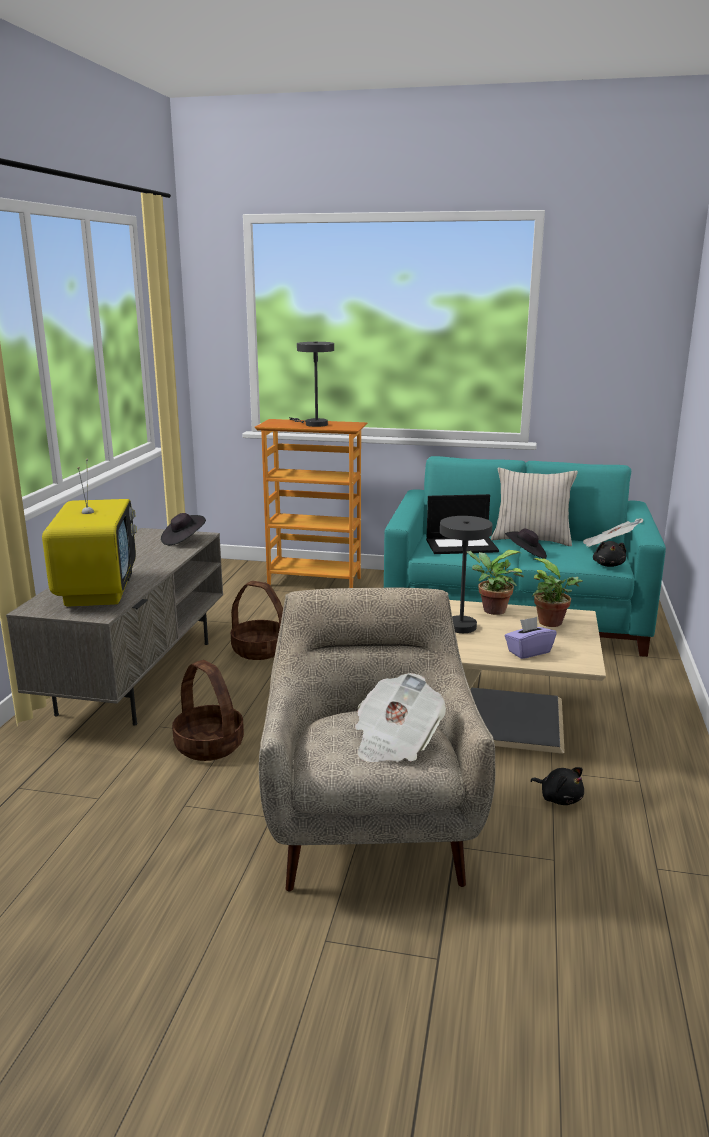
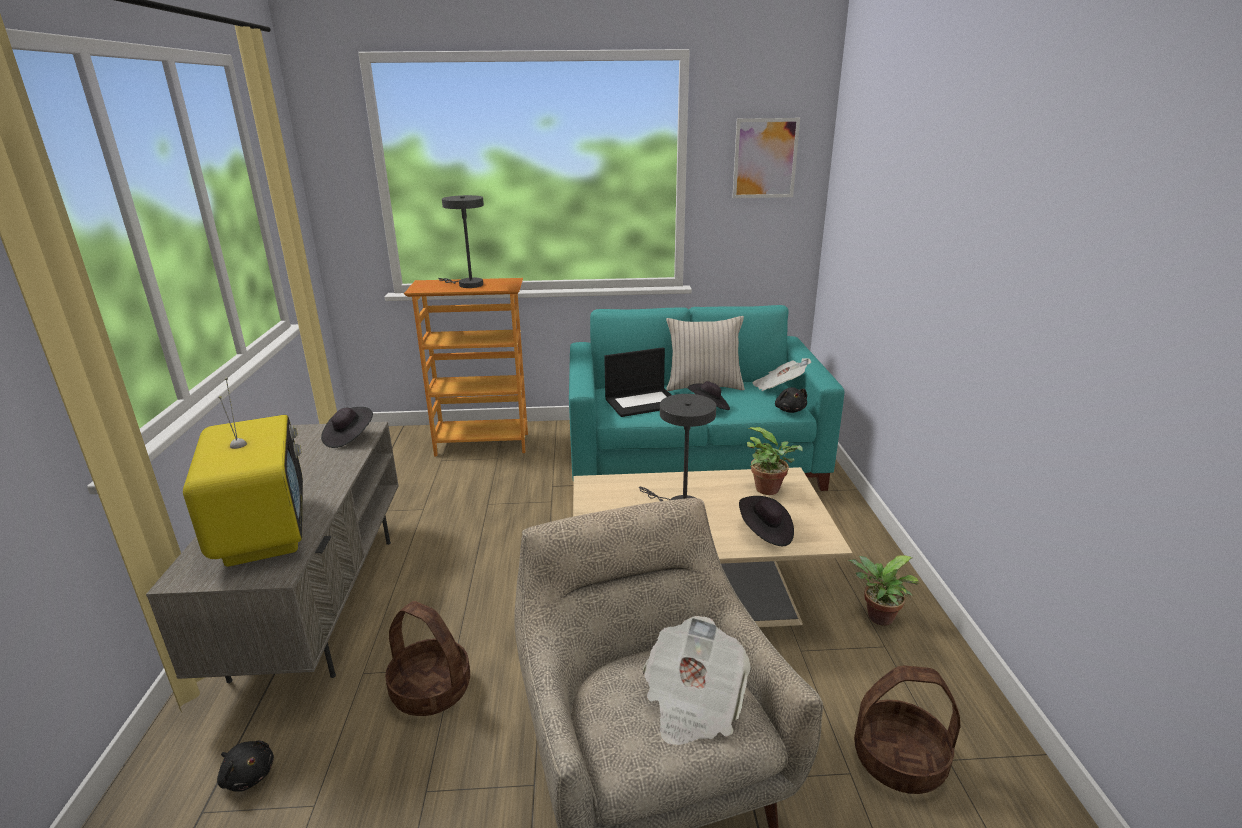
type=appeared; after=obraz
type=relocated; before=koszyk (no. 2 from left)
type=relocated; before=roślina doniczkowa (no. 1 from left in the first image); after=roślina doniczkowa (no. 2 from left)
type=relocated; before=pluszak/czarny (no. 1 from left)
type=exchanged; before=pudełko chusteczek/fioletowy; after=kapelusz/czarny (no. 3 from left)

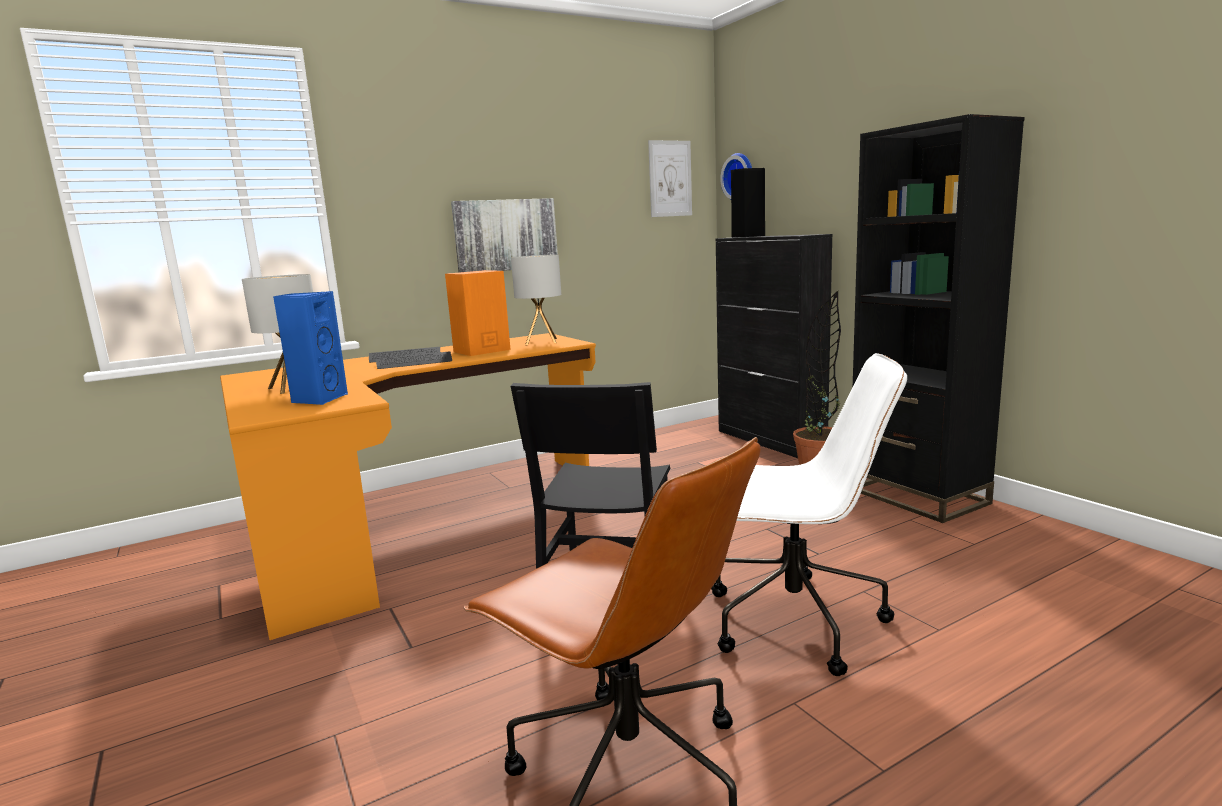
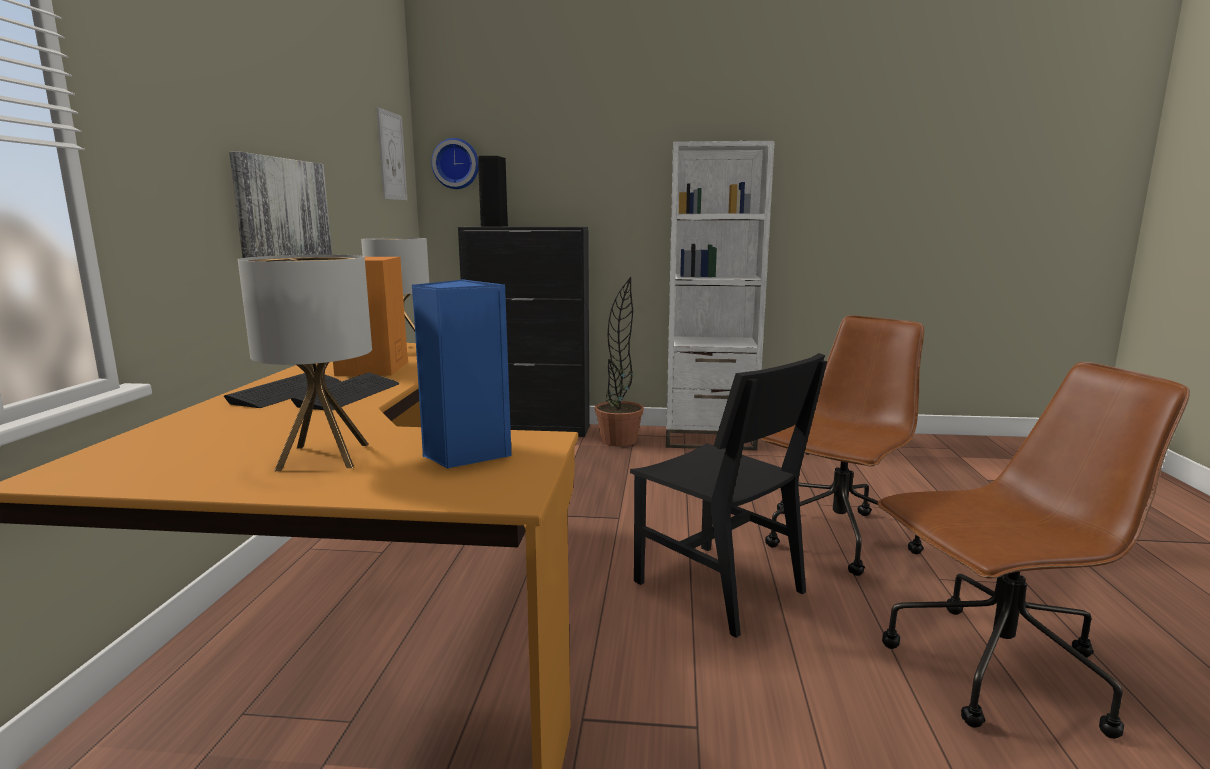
type=colour; before=krzesło biurowe/biały; after=krzesło biurowe/brązowy (no. 1 from left)
type=colour; before=regał/czarny; after=regał/biały

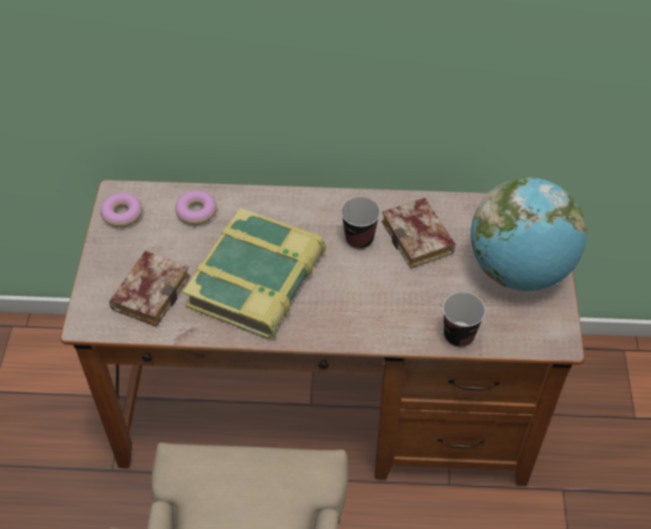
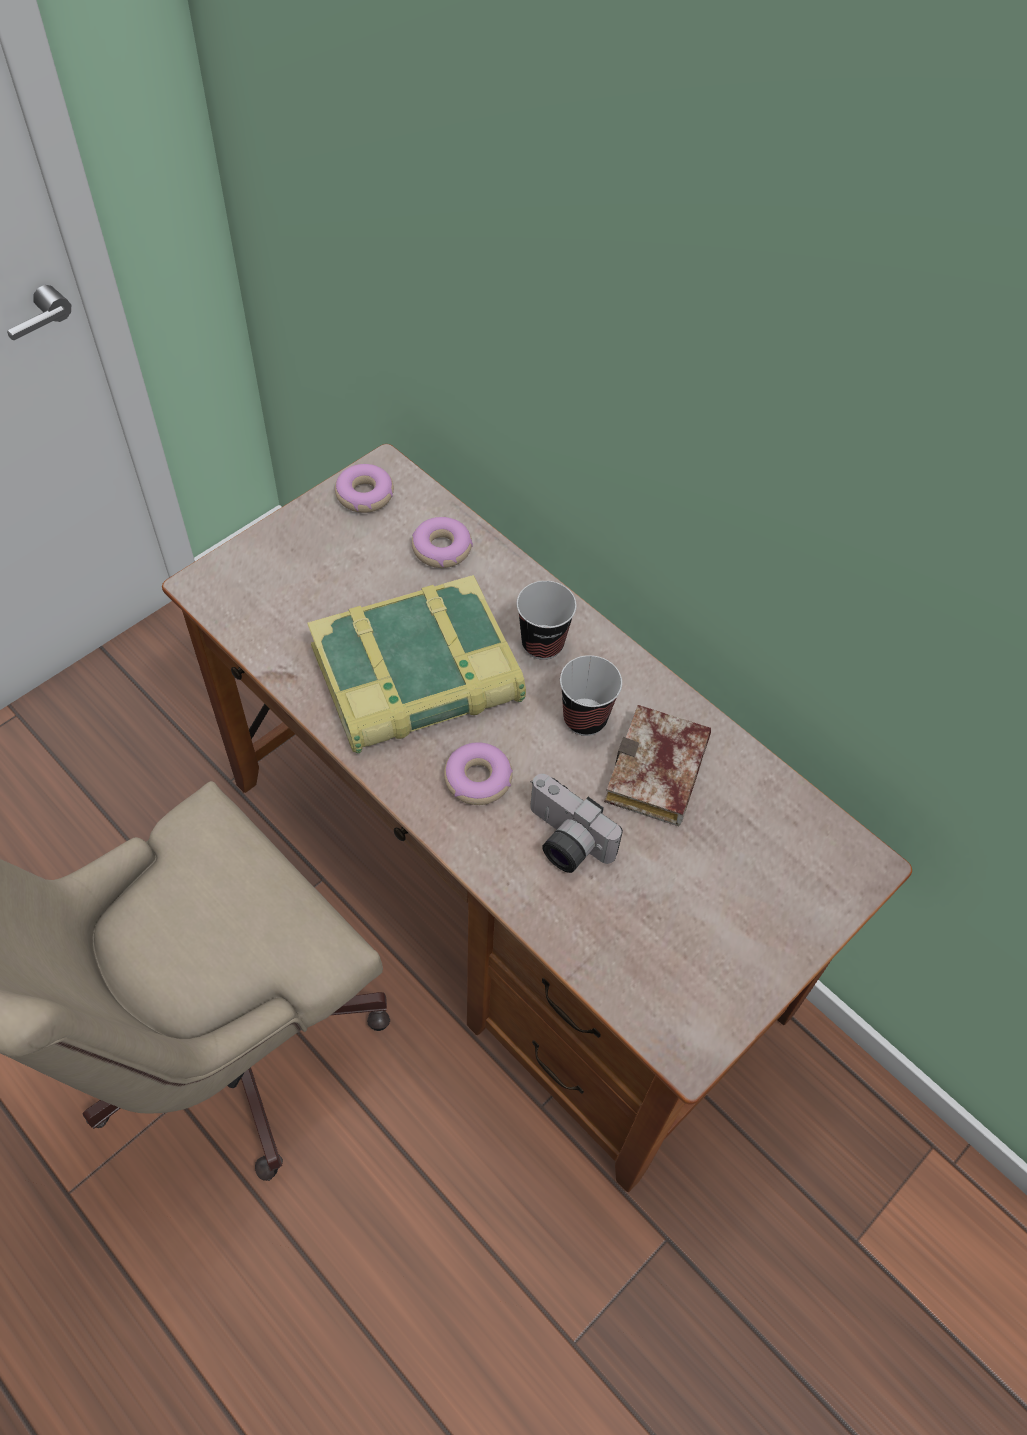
type=missing; before=książka (no. 1 from left)
type=missing; before=globus
type=appeared; after=donut (no. 3 from left)
type=appeared; after=aparat fotograficzny
type=relocated; before=filiżanka (no. 2 from left in the first image); after=filiżanka (no. 1 from left)

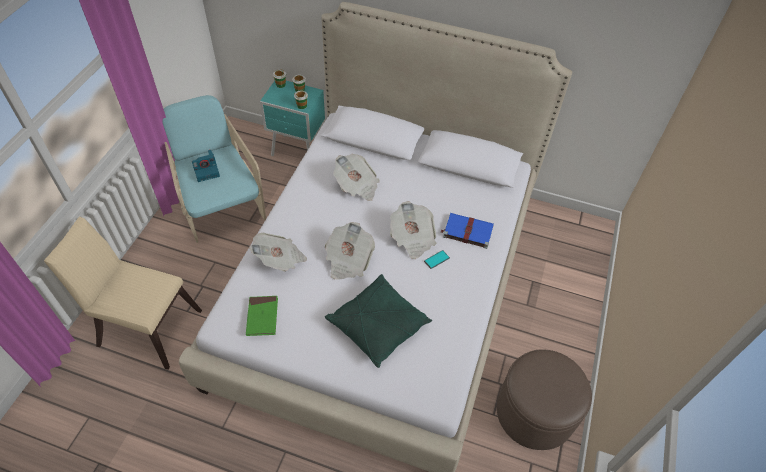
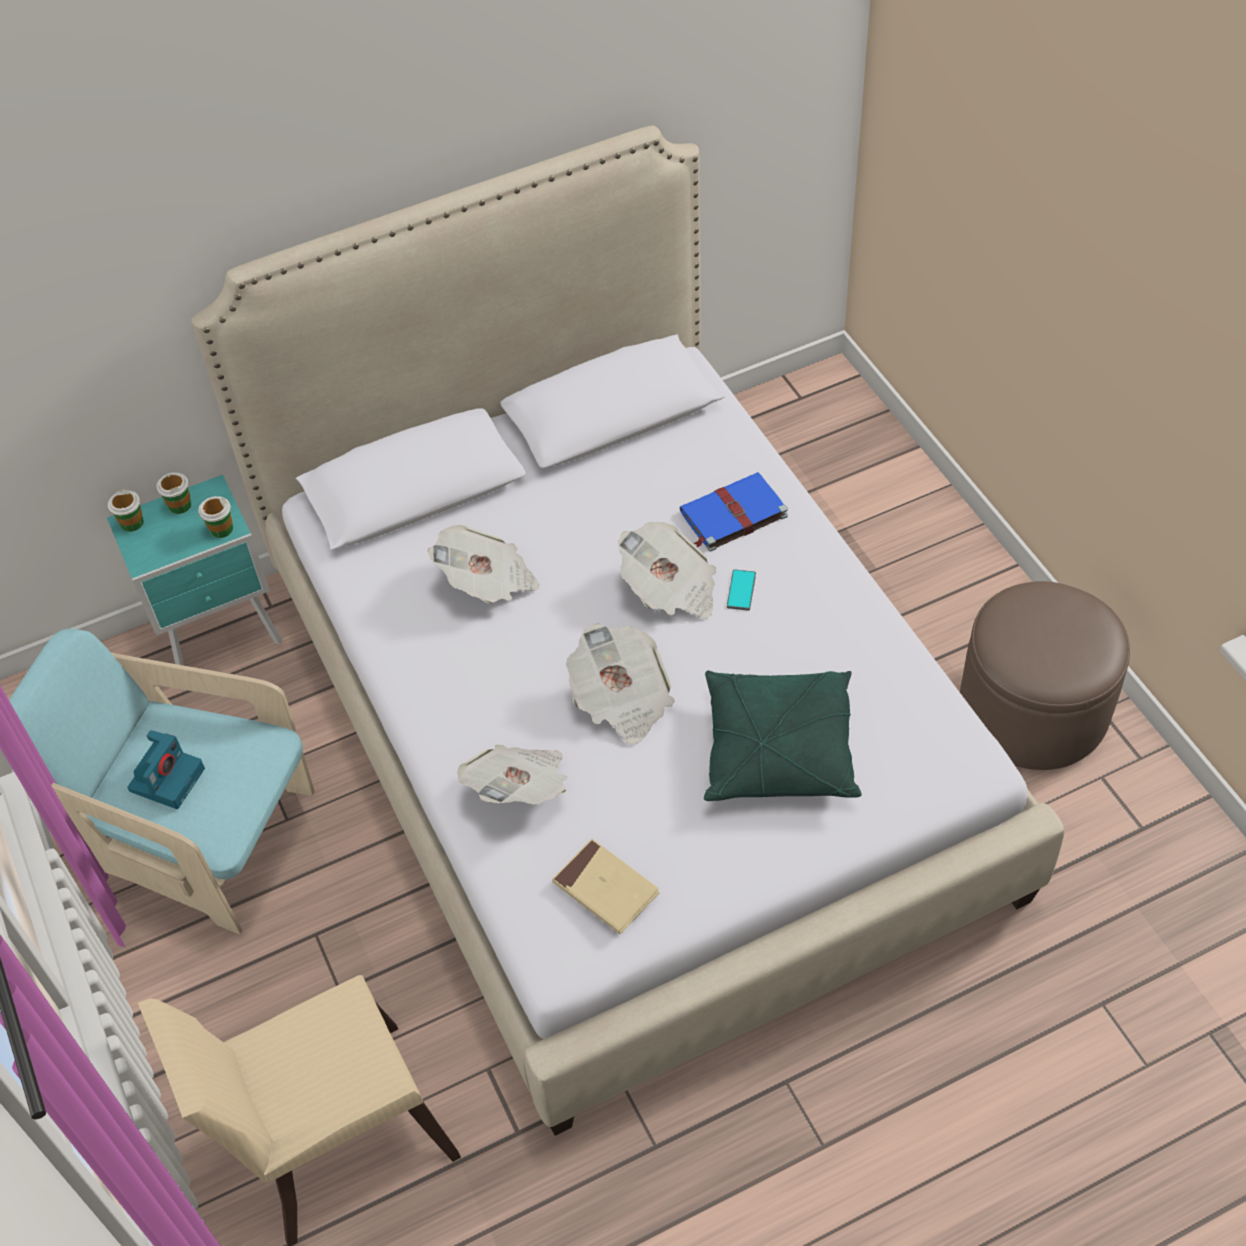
type=colour; before=książka/zielony; after=książka/beżowy

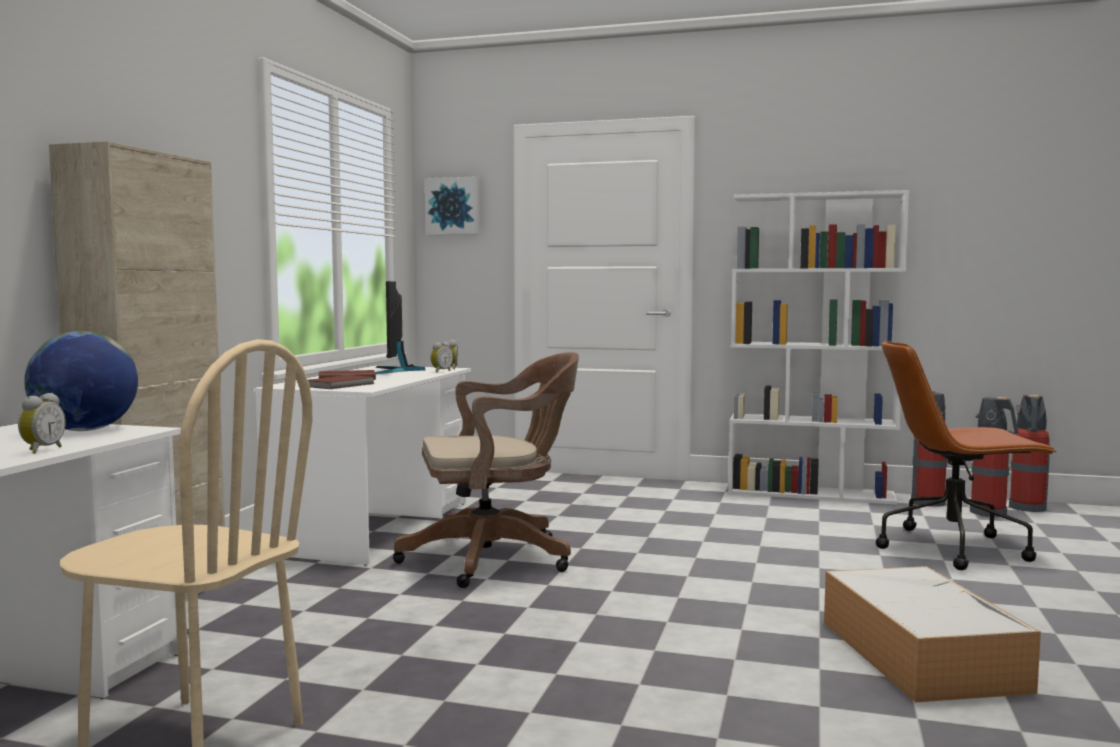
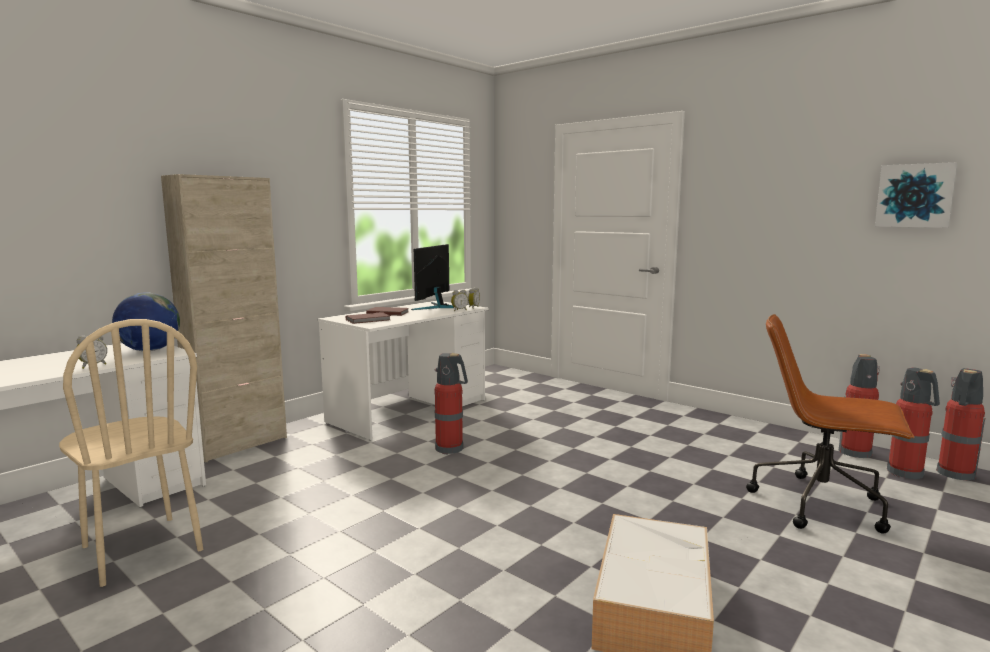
type=missing; before=regał/biały
type=relocated; before=obraz
type=exchanged; before=krzesło biurowe/brązowy (no. 1 from left); after=gaśnica (no. 1 from left)

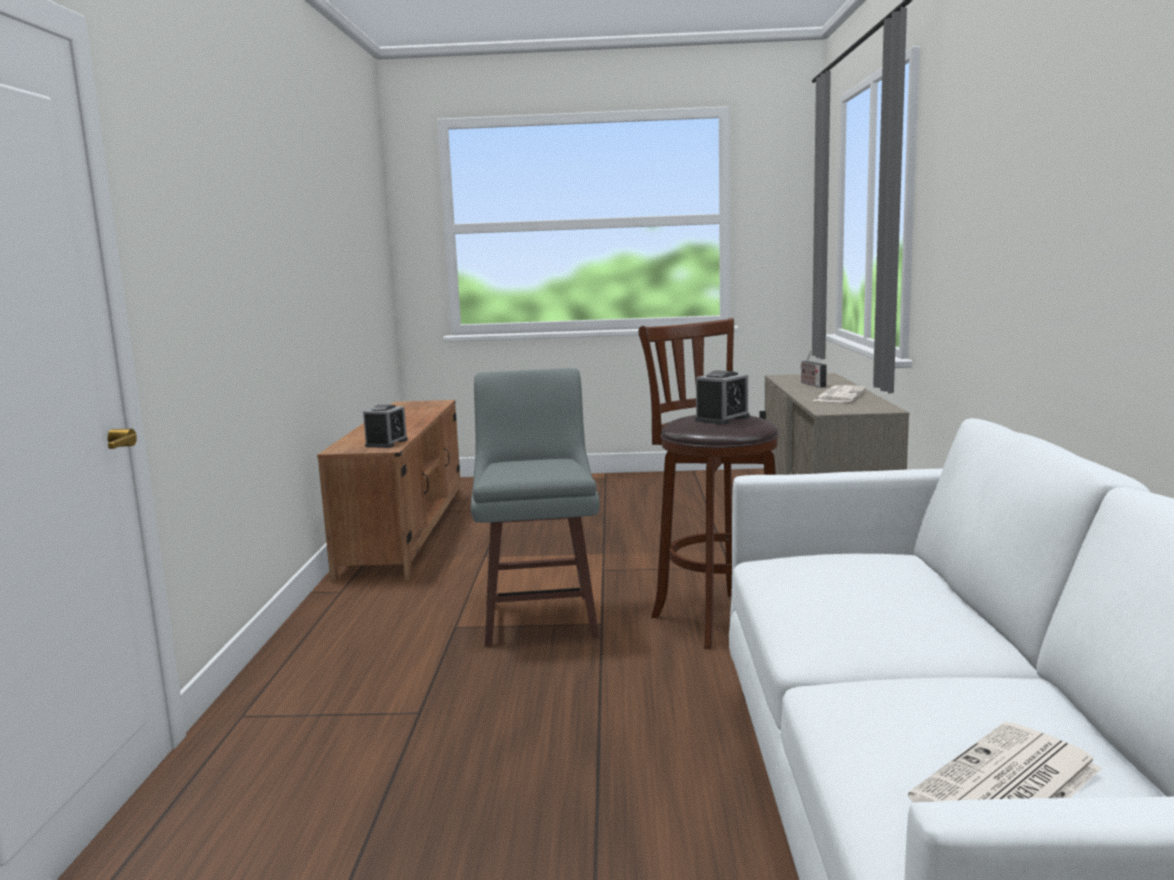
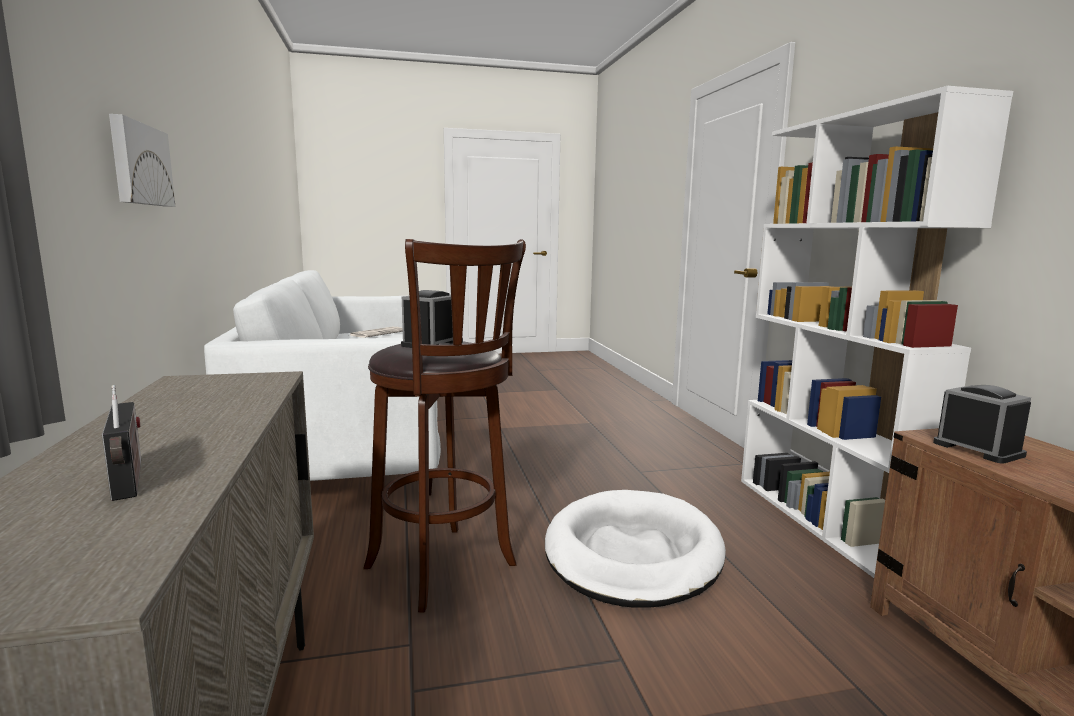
type=missing; before=gazeta (no. 1 from left)
type=appeared; after=obraz
type=appeared; after=regał/biały
type=exchanged; before=stołek/szary; after=legowisko/biały
type=spun; before=budzik (no. 1 from left in the first image); turn=150

